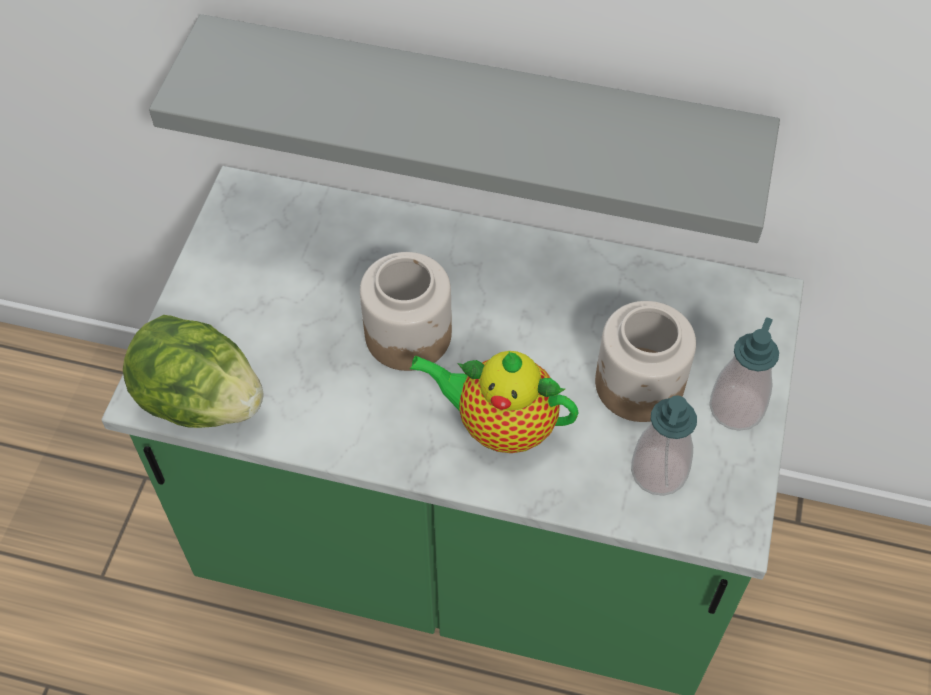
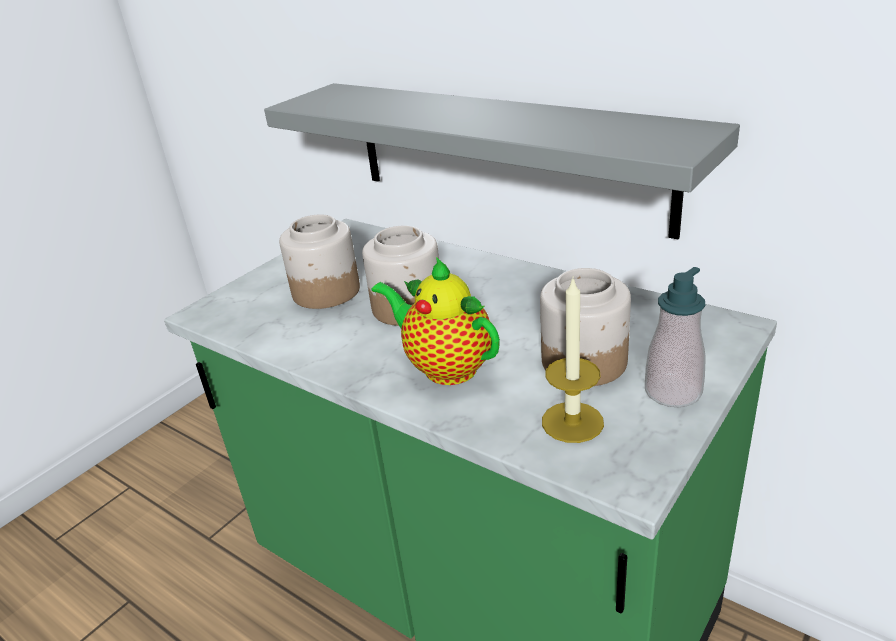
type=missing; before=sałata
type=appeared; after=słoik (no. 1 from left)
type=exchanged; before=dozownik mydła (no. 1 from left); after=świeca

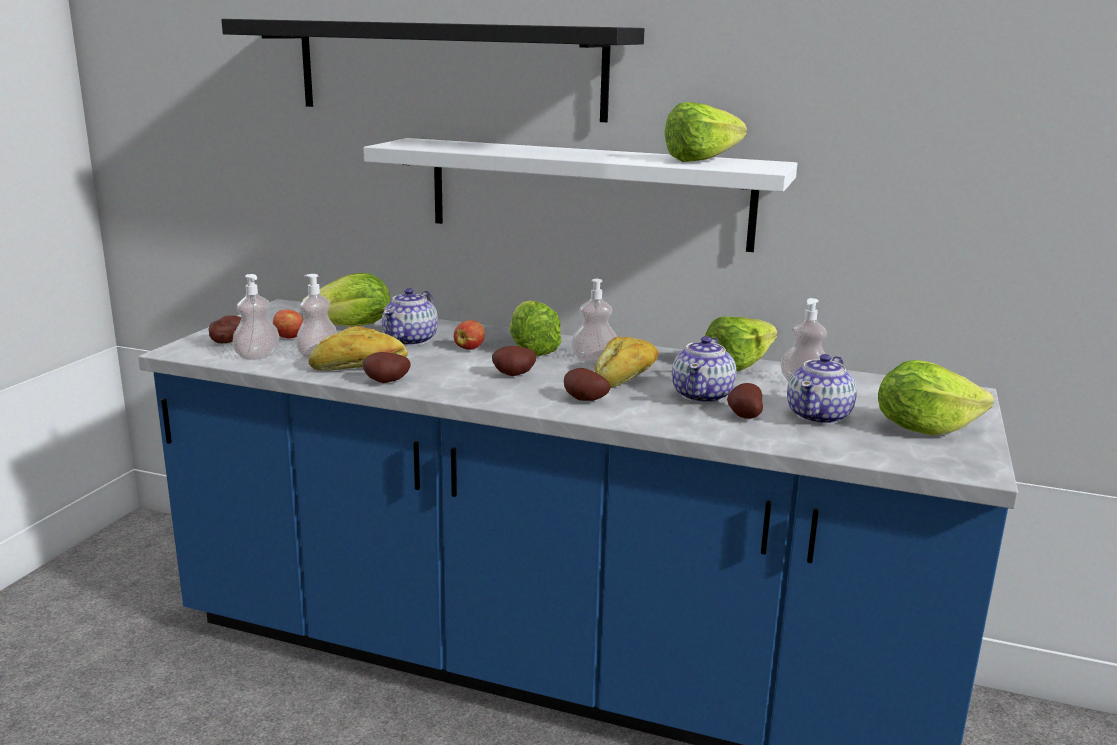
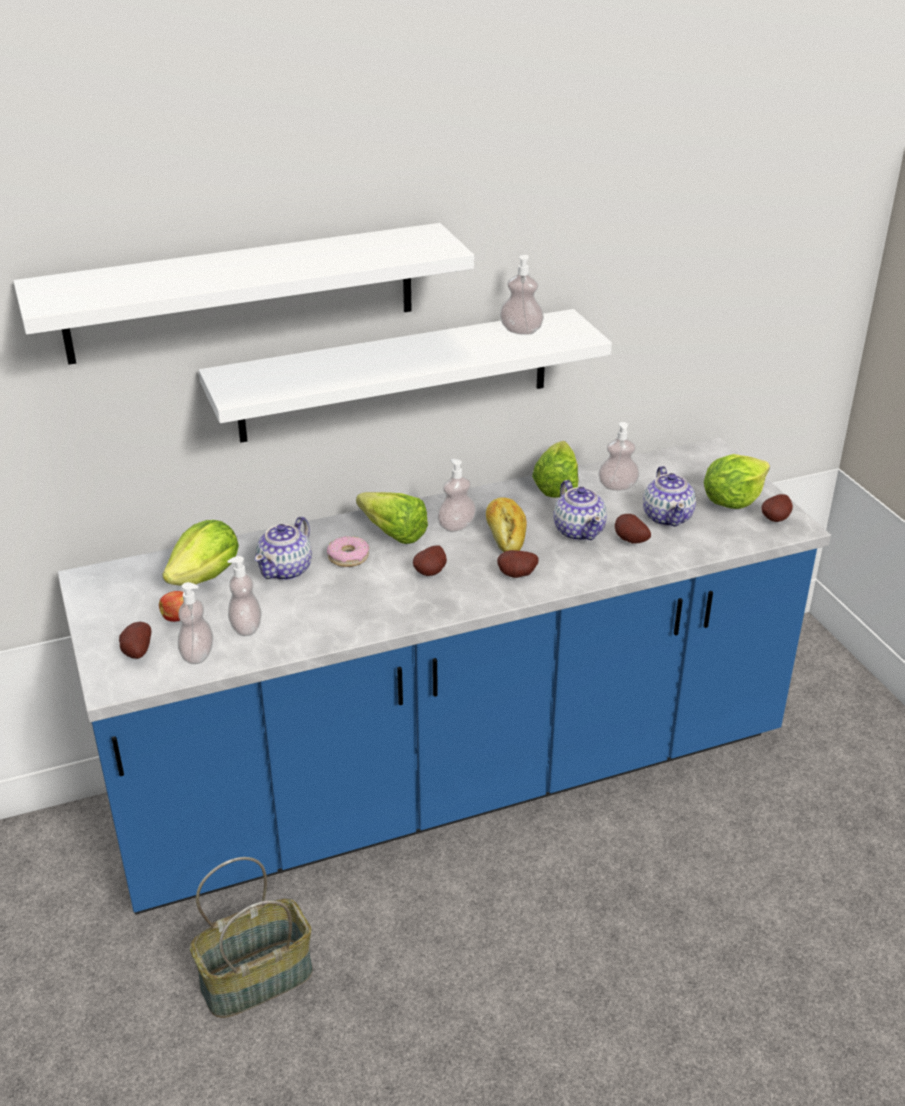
type=missing; before=chleb (no. 1 from left)
type=appeared; after=koszyk
type=relocated; before=ziemniak (no. 2 from left in the first image); after=ziemniak (no. 5 from left)
type=exchanged; before=jabłko (no. 2 from left); after=donut
type=exchanged; before=sałata (no. 3 from left); after=dozownik mydła (no. 4 from left)
type=colour; before=półka/czarny; after=półka/biały (no. 1 from left)
type=spun; before=imbryk (no. 1 from left); turn=45

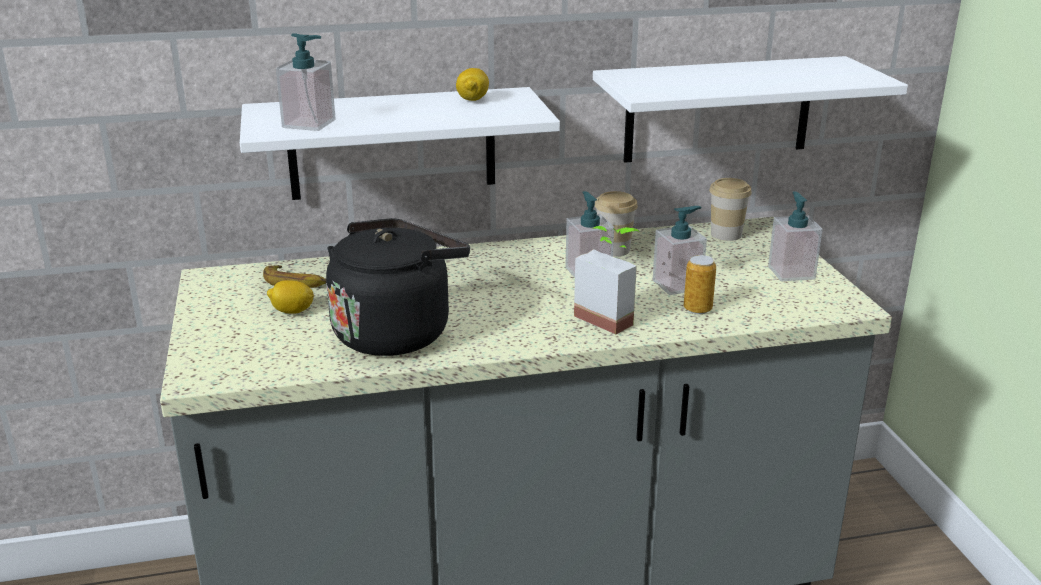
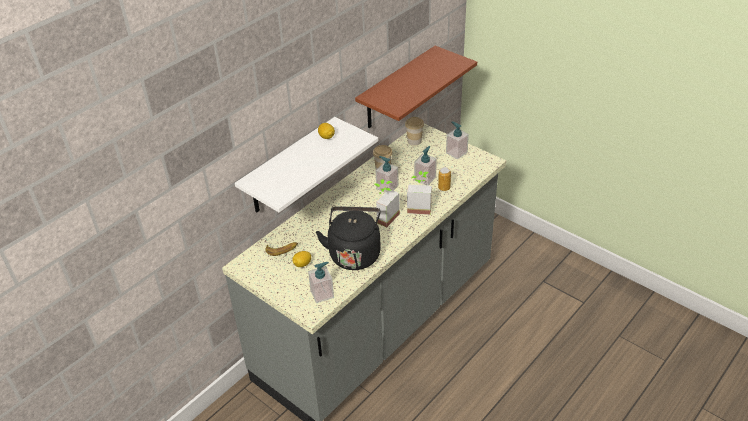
type=appeared; after=roślina doniczkowa (no. 1 from left)
type=relocated; before=dozownik mydła (no. 1 from left)
type=colour; before=półka/biały (no. 2 from left); after=półka/brązowy

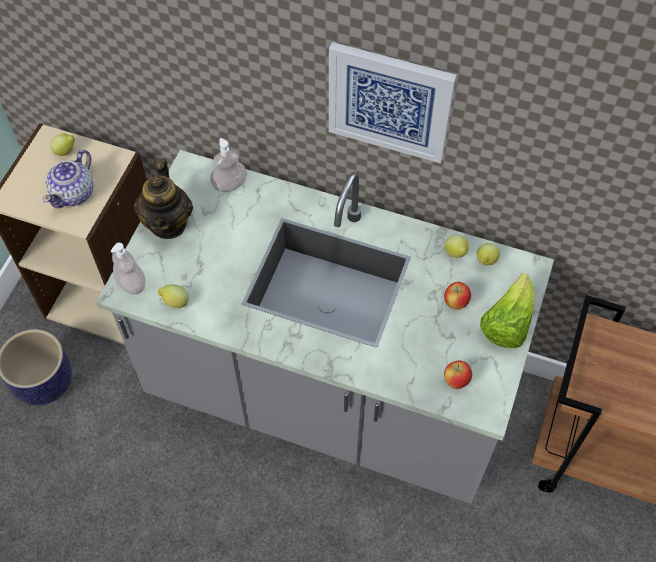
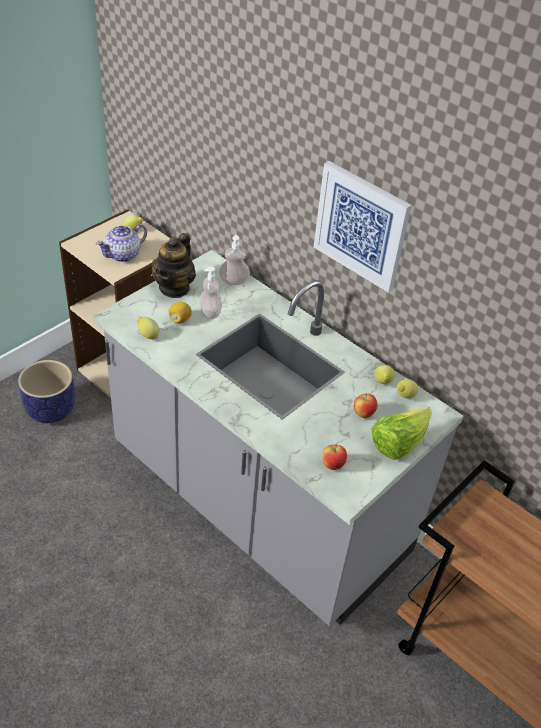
type=appeared; after=cytryna (no. 3 from left)
type=relocated; before=dozownik mydła (no. 1 from left)

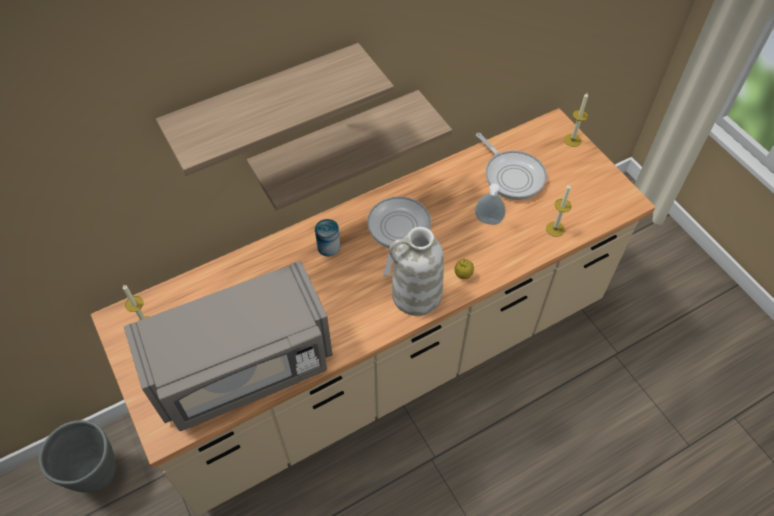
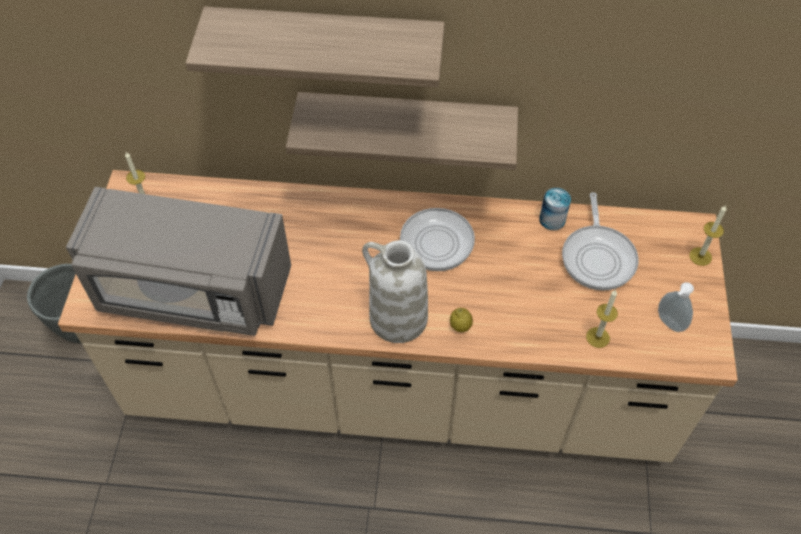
type=relocated; before=puszka
type=relocated; before=dozownik mydła

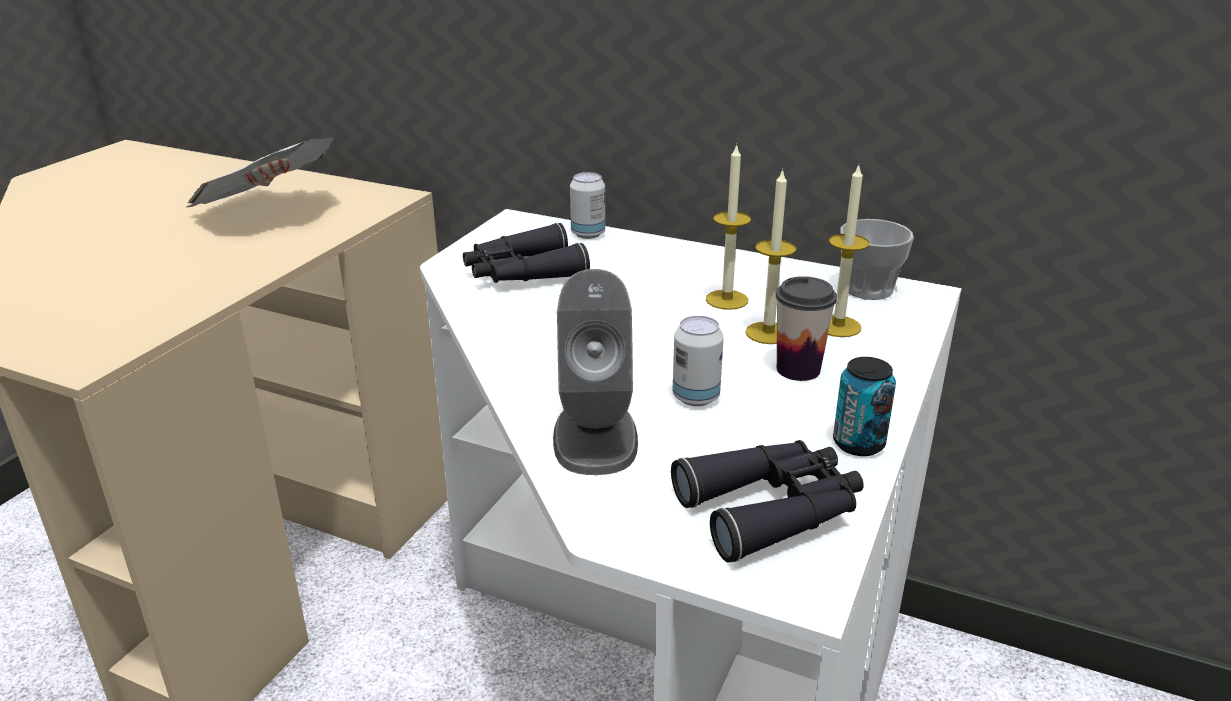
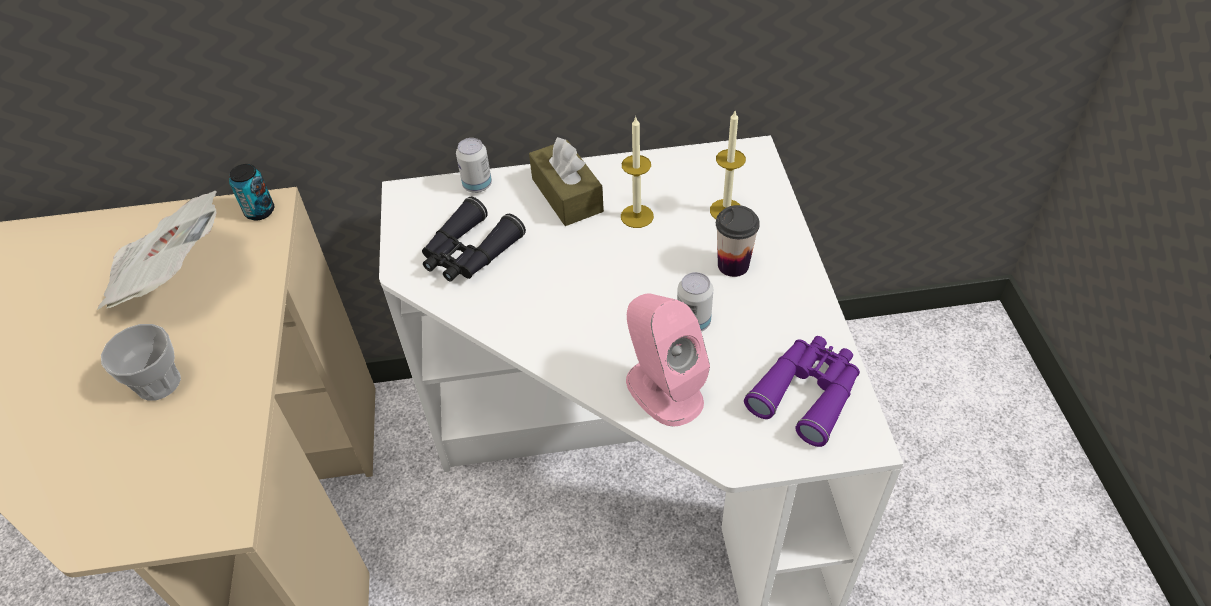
type=missing; before=świeca (no. 2 from left)
type=appeared; after=pudełko chusteczek/brązowy
type=relocated; before=puszka (no. 3 from left in the first image); after=puszka (no. 1 from left)
type=relocated; before=filiżanka (no. 2 from left in the first image); after=filiżanka (no. 1 from left)
type=colour; before=głośnik/szary; after=głośnik/różowy
type=colour; before=lornetka/czarny (no. 2 from left); after=lornetka/fioletowy

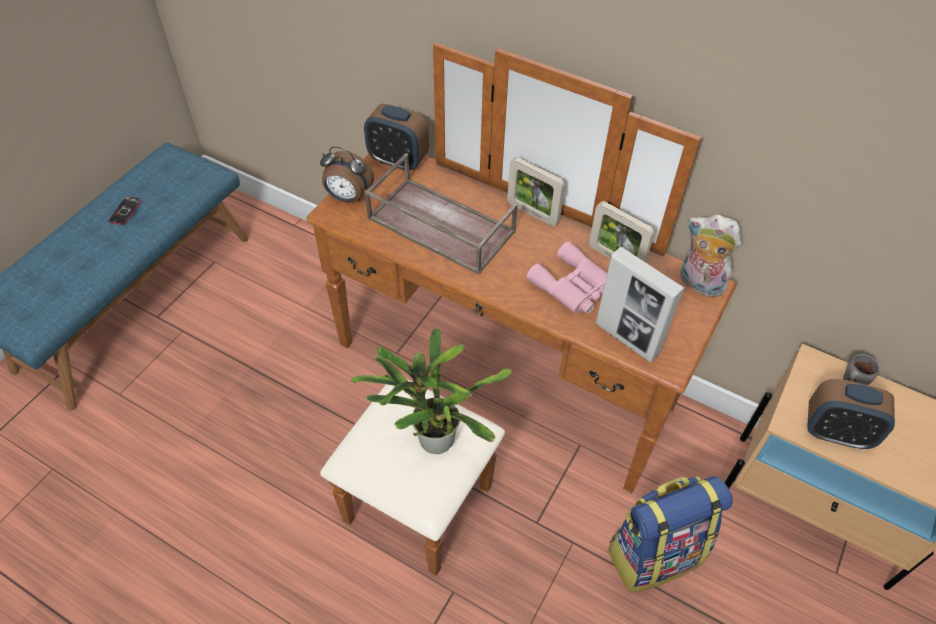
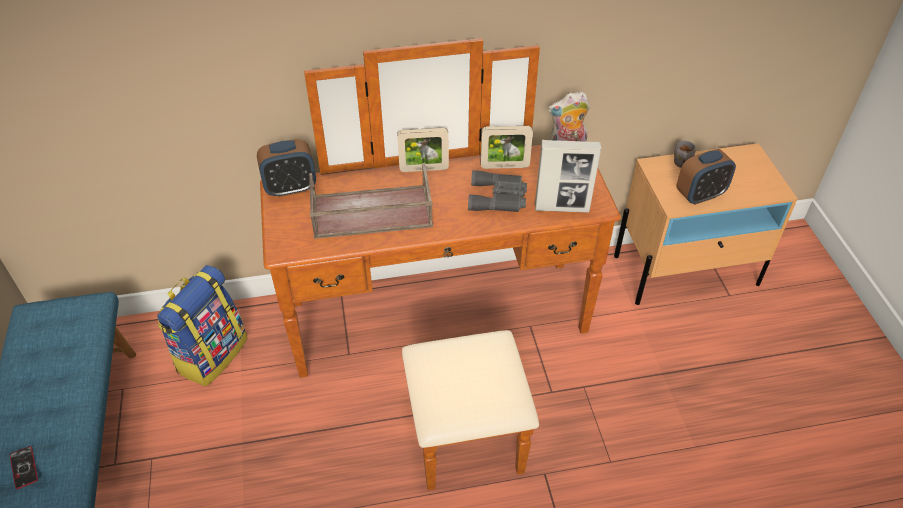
type=missing; before=budzik (no. 1 from left)
type=missing; before=roślina doniczkowa
type=relocated; before=telefon
type=relocated; before=plecak
type=colour; before=lornetka/różowy; after=lornetka/szary

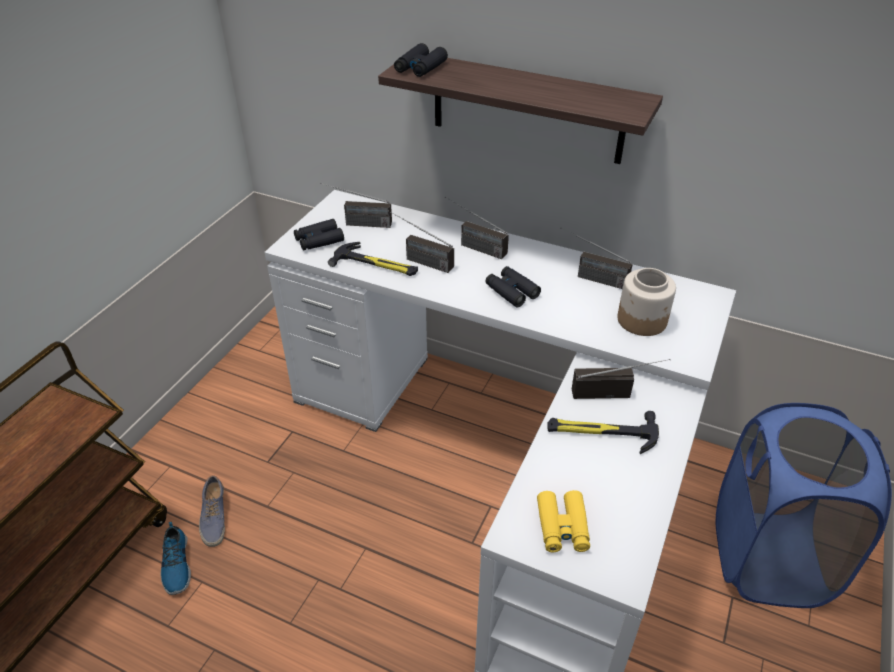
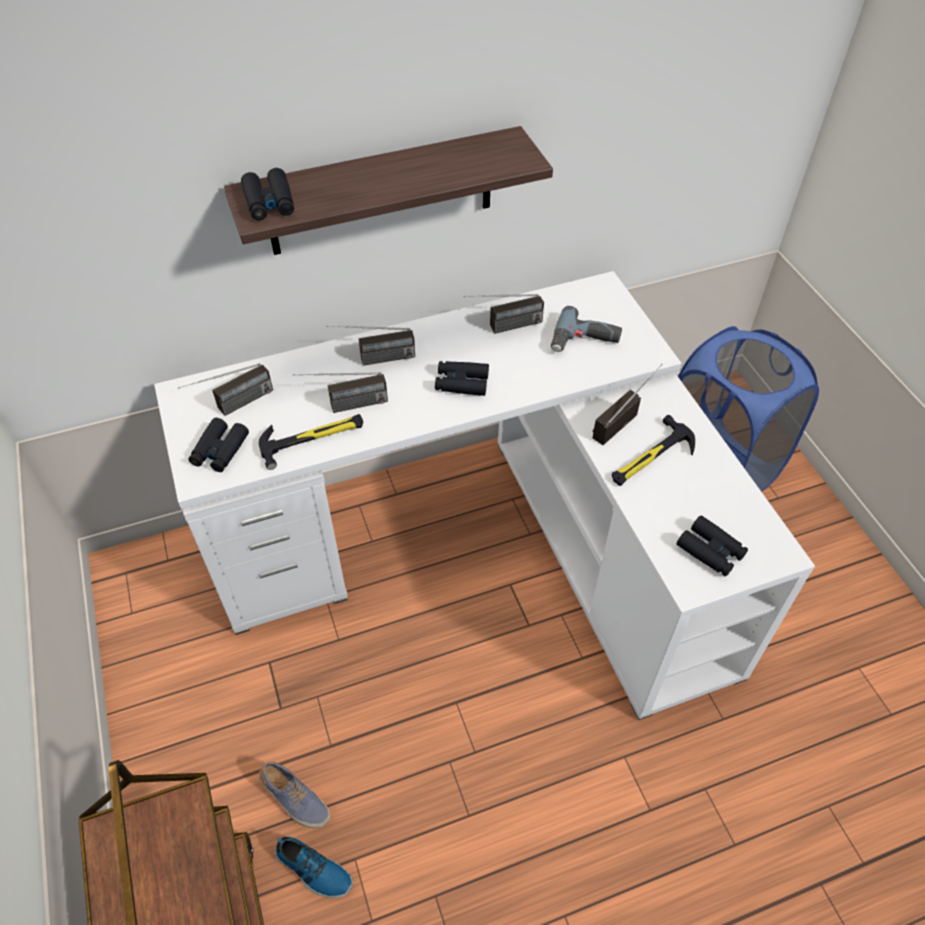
type=exchanged; before=słoik; after=wiertarka
type=colour; before=lornetka/żółty; after=lornetka/czarny (no. 4 from left)

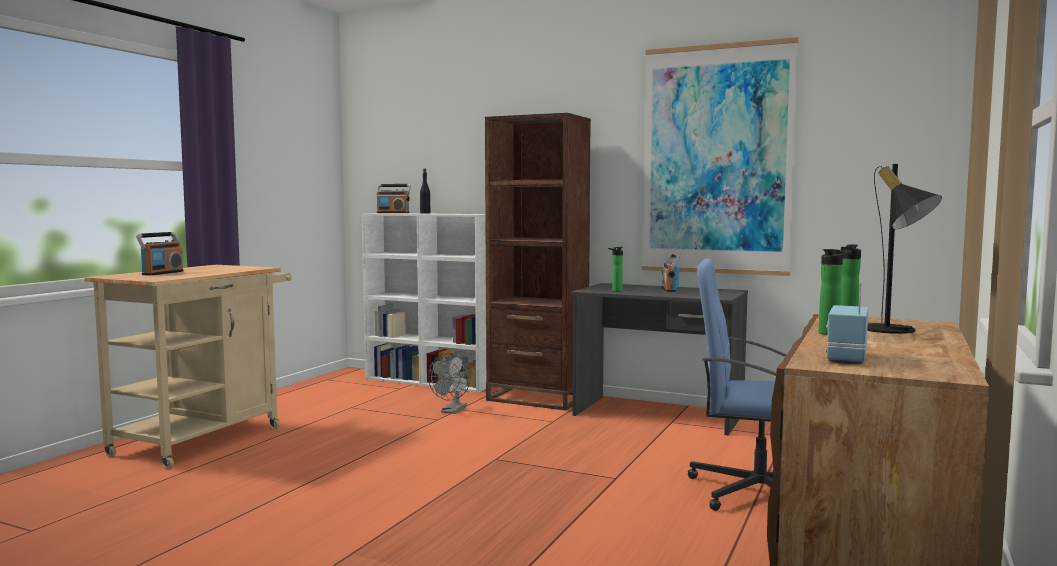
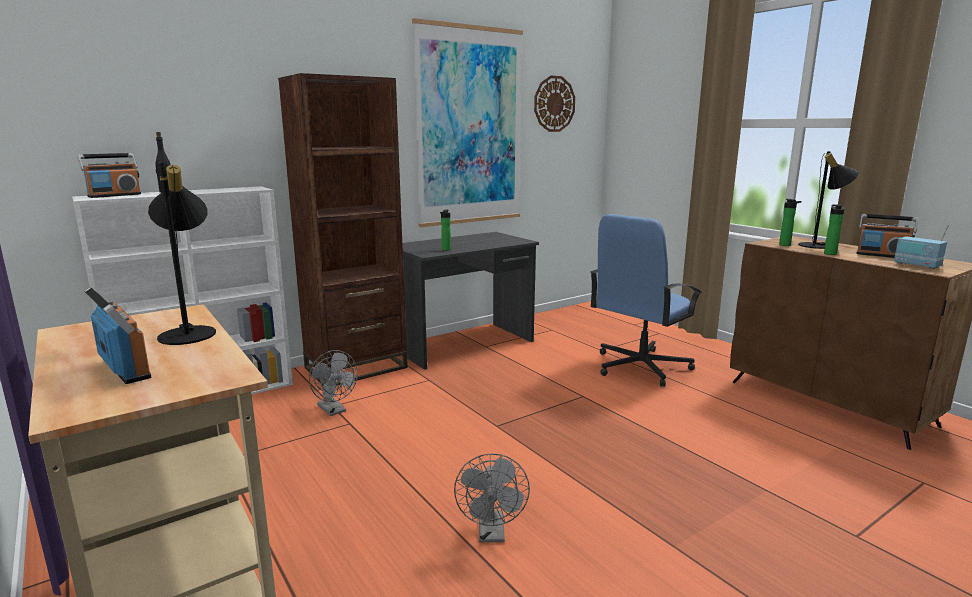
type=appeared; after=lampa stołowa/czarny (no. 1 from left)
type=appeared; after=wentylator/szary (no. 2 from left)
type=appeared; after=zegar ścienny
type=relocated; before=radio (no. 3 from left)

